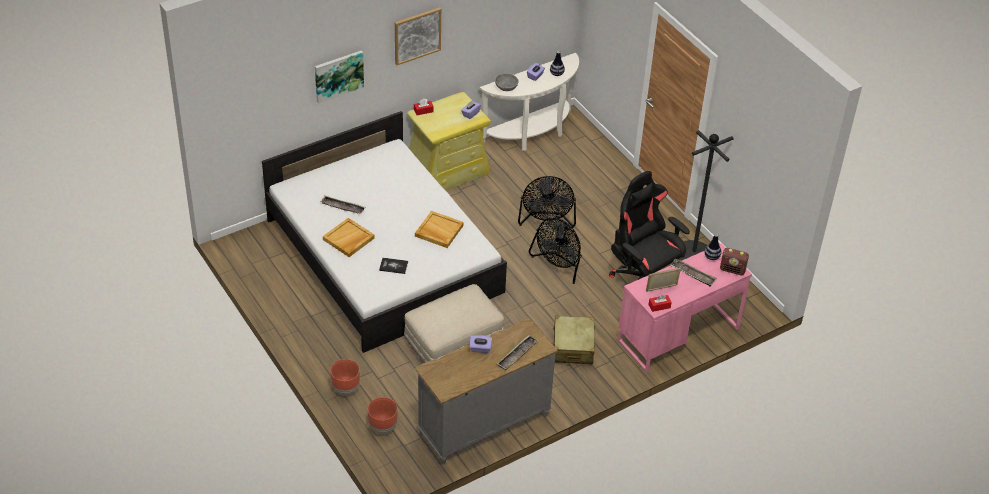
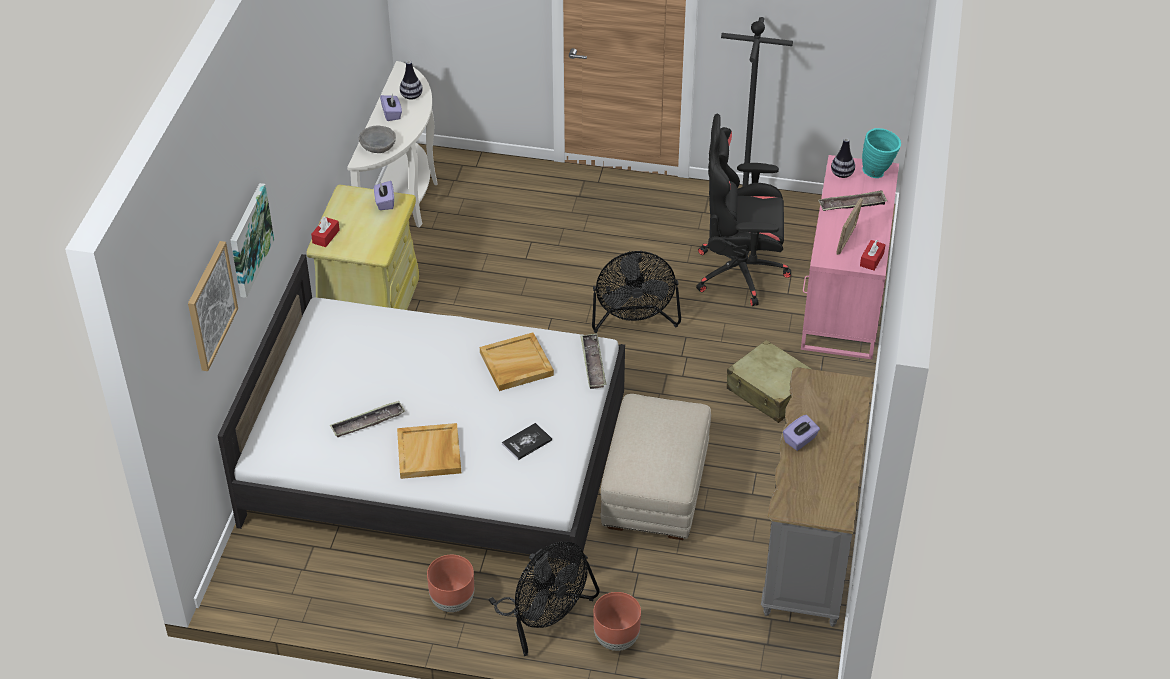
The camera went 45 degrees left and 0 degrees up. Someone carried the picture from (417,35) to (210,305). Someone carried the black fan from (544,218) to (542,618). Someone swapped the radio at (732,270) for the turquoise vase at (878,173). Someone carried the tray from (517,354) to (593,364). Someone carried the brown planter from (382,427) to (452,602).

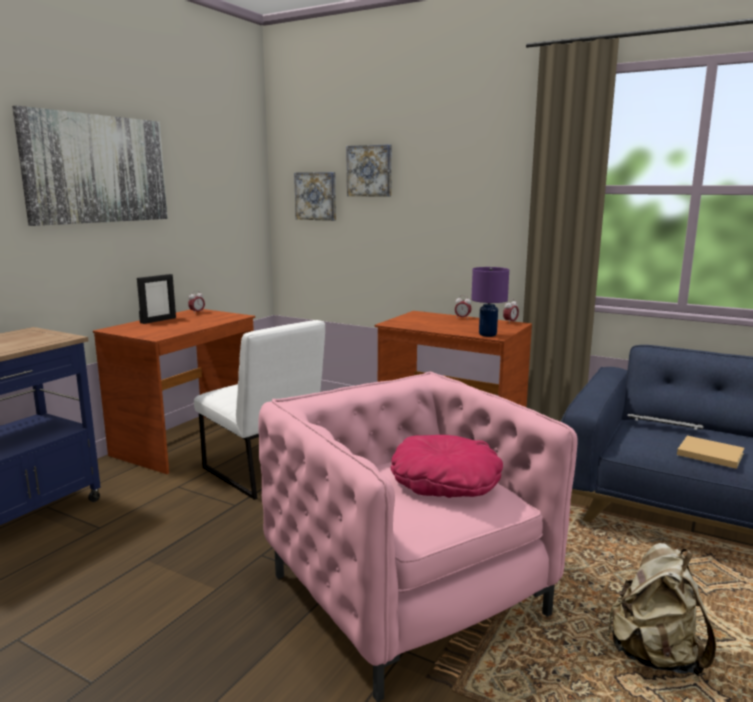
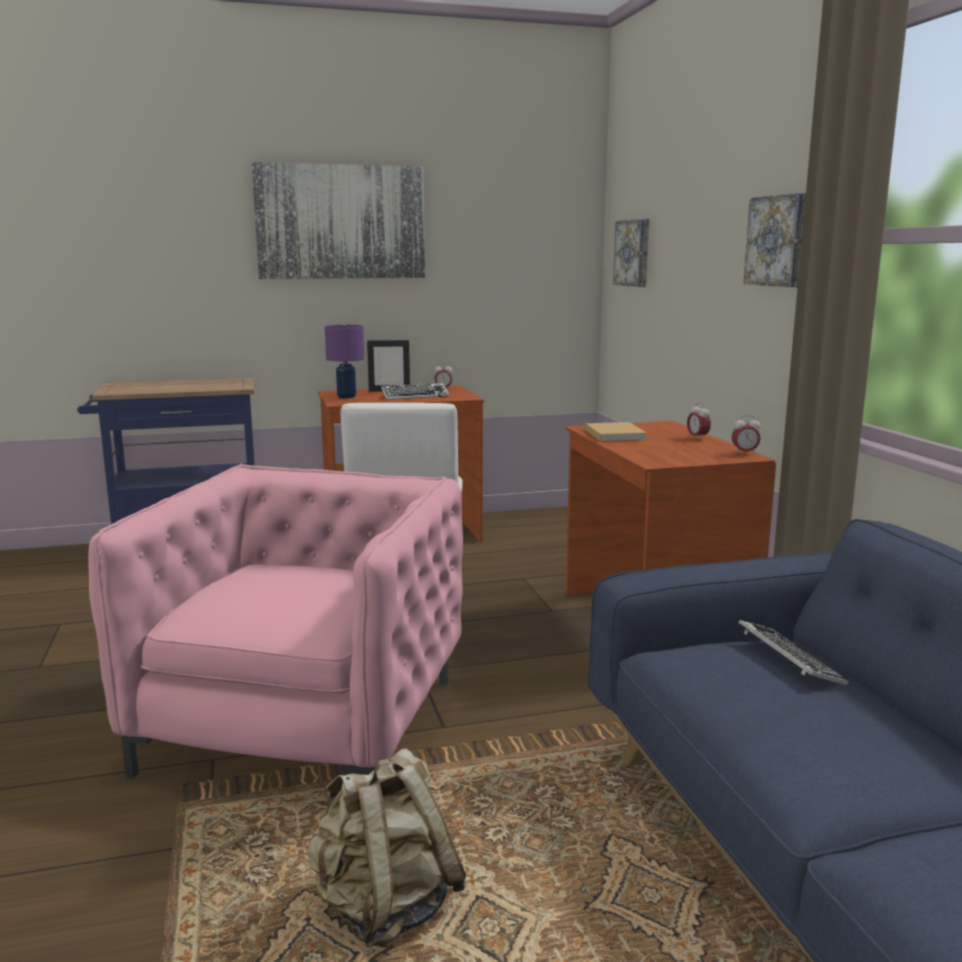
The camera went 45 degrees right and 0 degrees up. Someone carried the picture from (370,171) to (779,241). Someone carried the purple table lamp from (487,335) to (345,397). Someone took away the pink pillow at (446,481). Someone carried the beige book from (708,453) to (614,434). Someone put down the keyboard at (415,396).

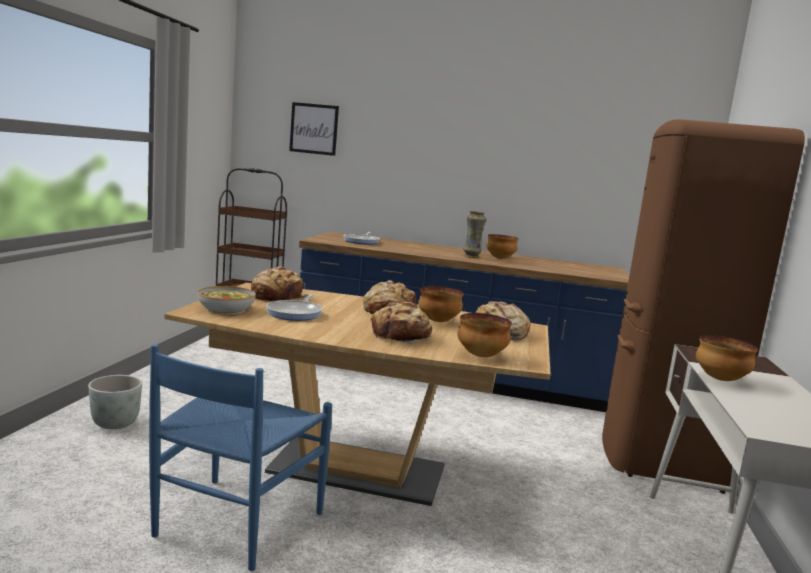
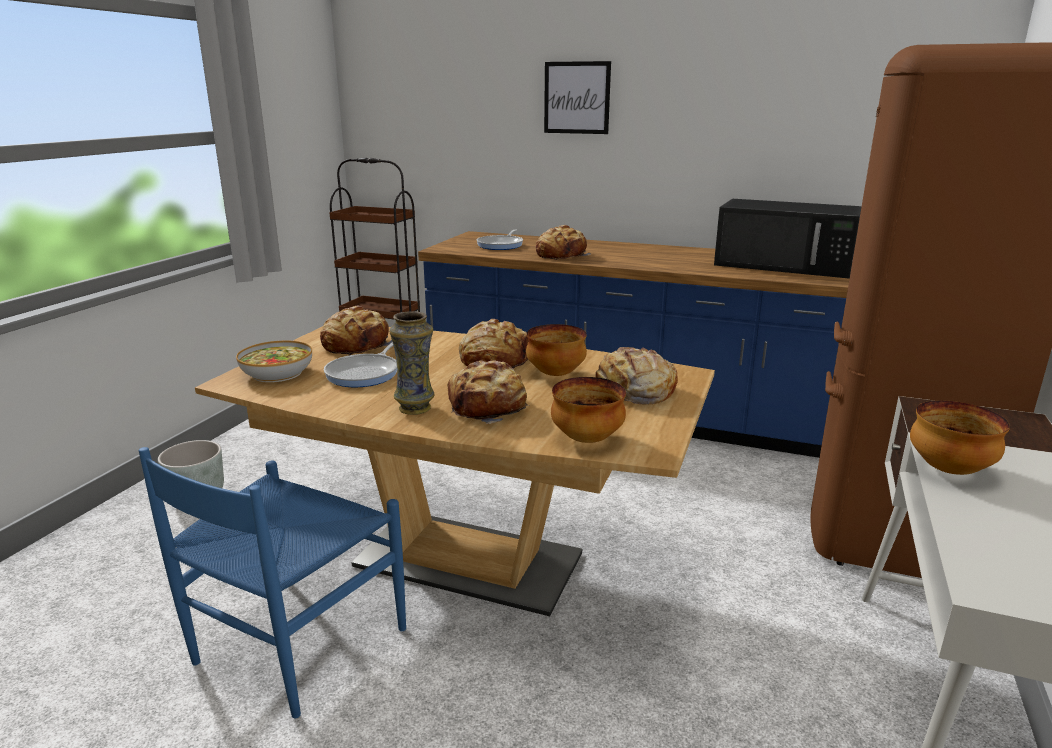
The camera went 10 degrees right and 10 degrees up. Someone carried the picture from (314,129) to (577,98). Someone carried the vase from (472,256) to (416,408). Someone took away the bowl at (499,258). Someone put down the black microwave at (786,264). Someone put down the bread at (562,255).

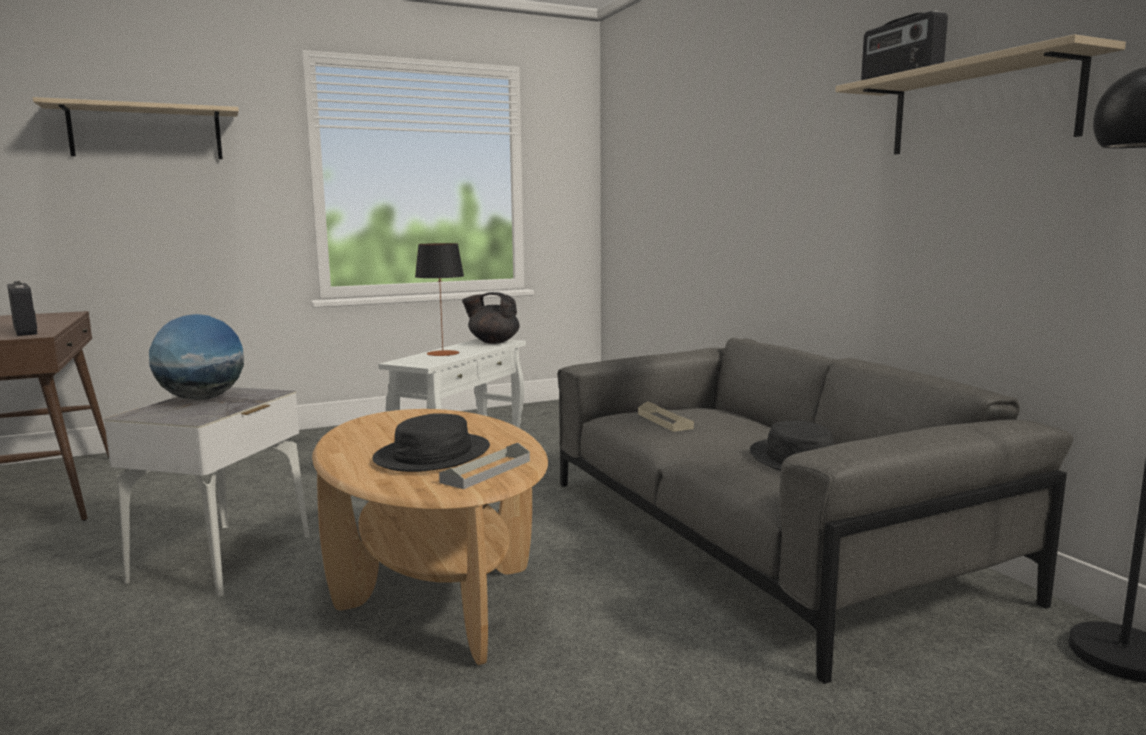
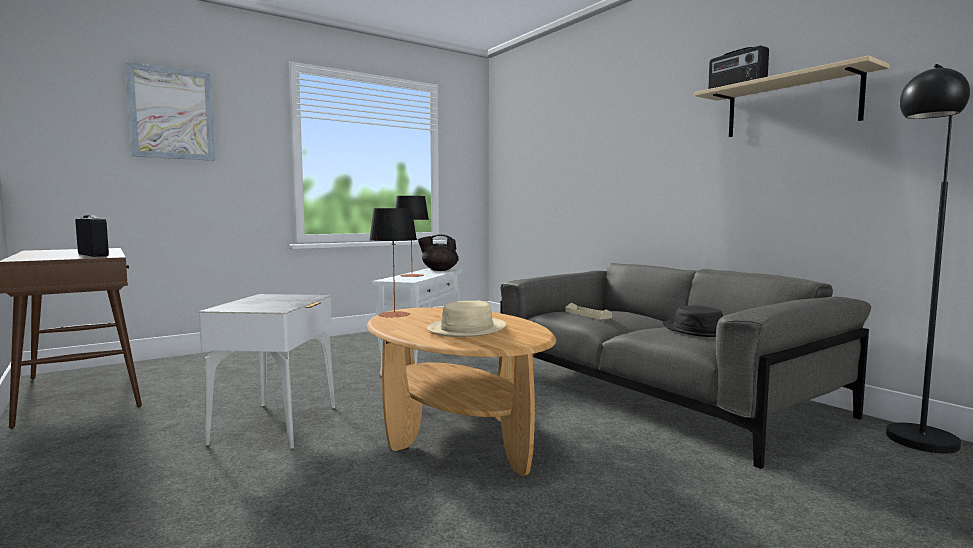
The camera went 10 degrees left and 5 degrees down. Someone swapped the beige shelf at (146,133) for the picture at (172,113). Someone took away the globe at (201,399). Someone repainted the black hat at (433,455), which became the beige hat at (467,329). Someone took away the grey tray at (486,471). Someone put down the table lamp at (394,314).

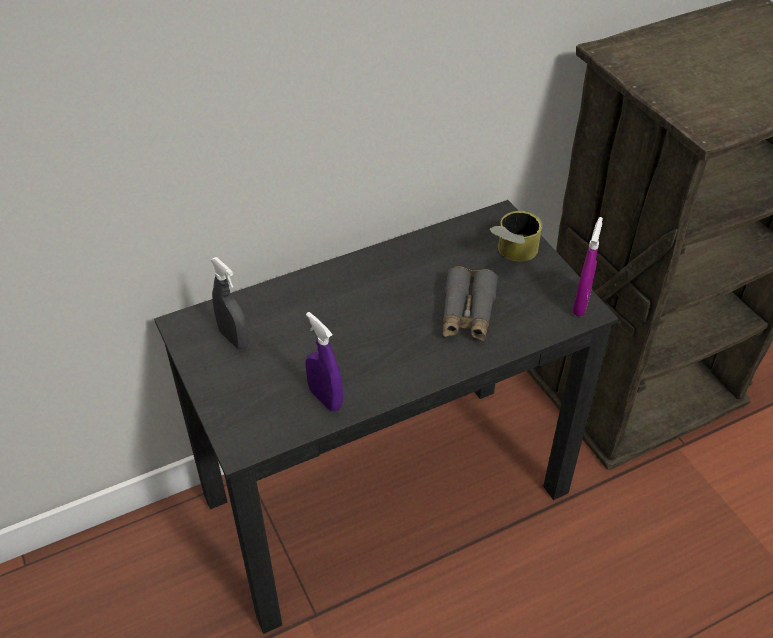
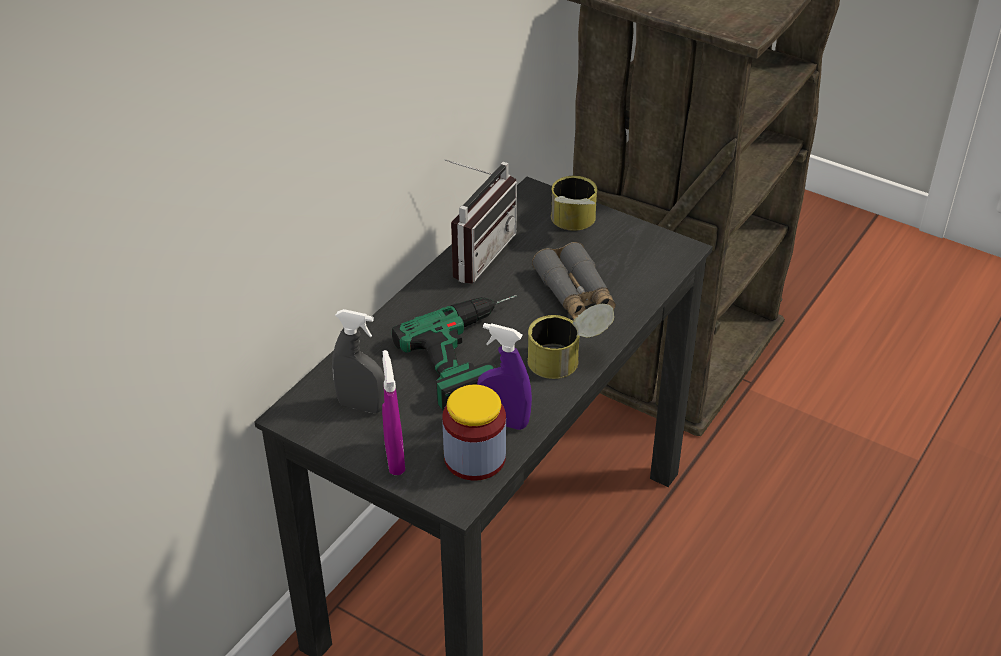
The camera went 30 degrees left and 5 degrees down. Someone carried the purple spray bottle from (581,304) to (395,459). Someone put down the radio at (475,253). Someone put down the power drill at (477,352). Someone put down the can at (569,360). Someone put down the jar at (475,458).

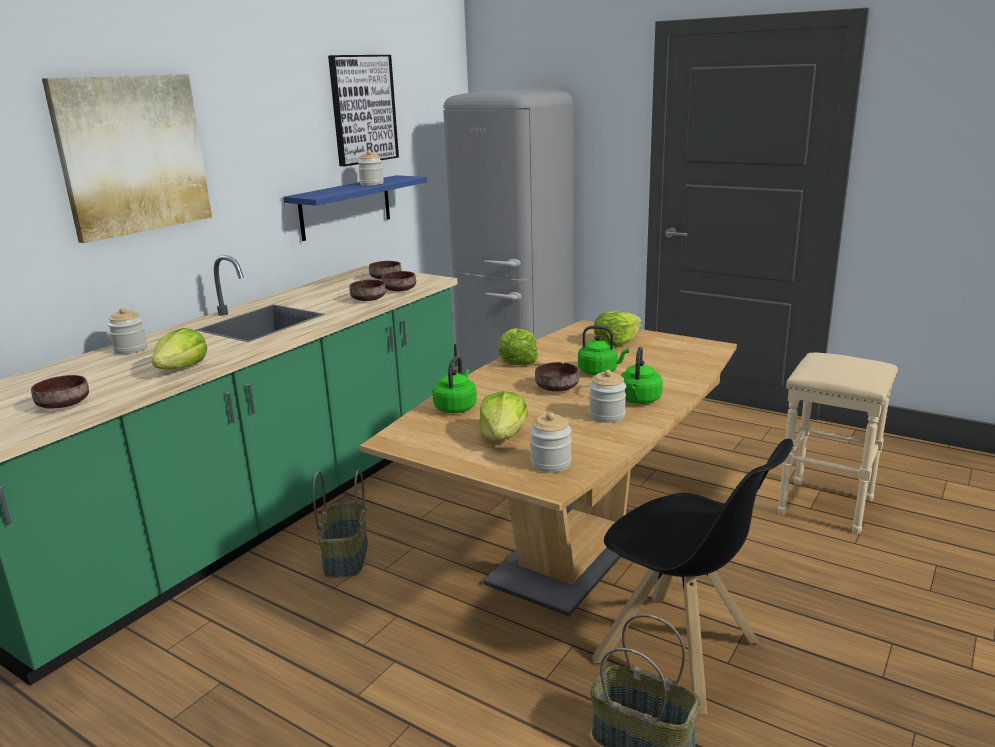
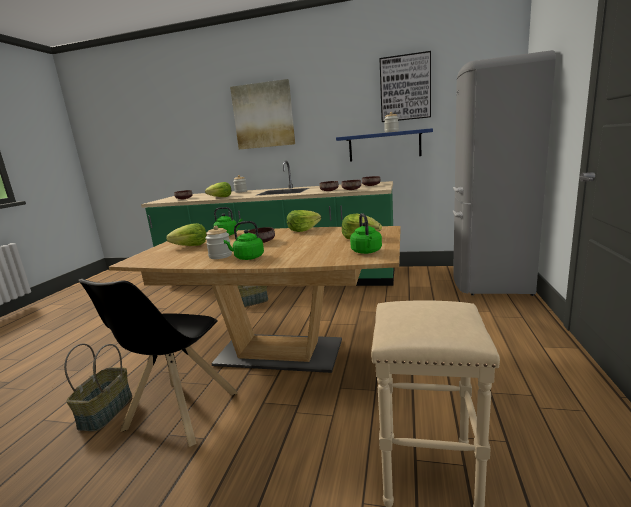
The camera went 70 degrees right and 5 degrees down. Someone carried the green kettle from (600,372) to (366,252). Someone took away the jar at (550,463).

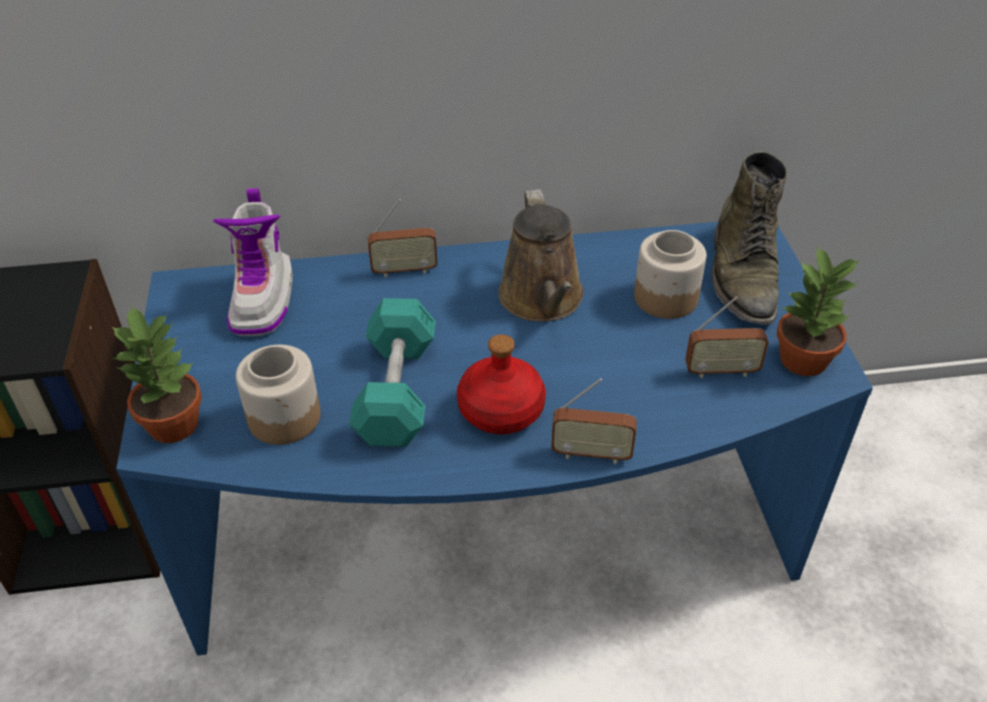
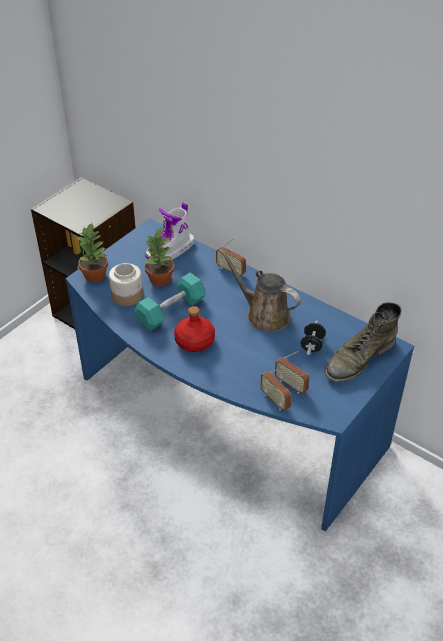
The camera went 45 degrees right and 0 degrees up. Someone rotated the brown watering can at (543,300) by 90 degrees clockwise. Someone swapped the jar at (664,298) for the black dumbbell at (312,345). Someone carried the potted plant from (803,361) to (159,279). Someone carried the radio from (591,454) to (275,400).

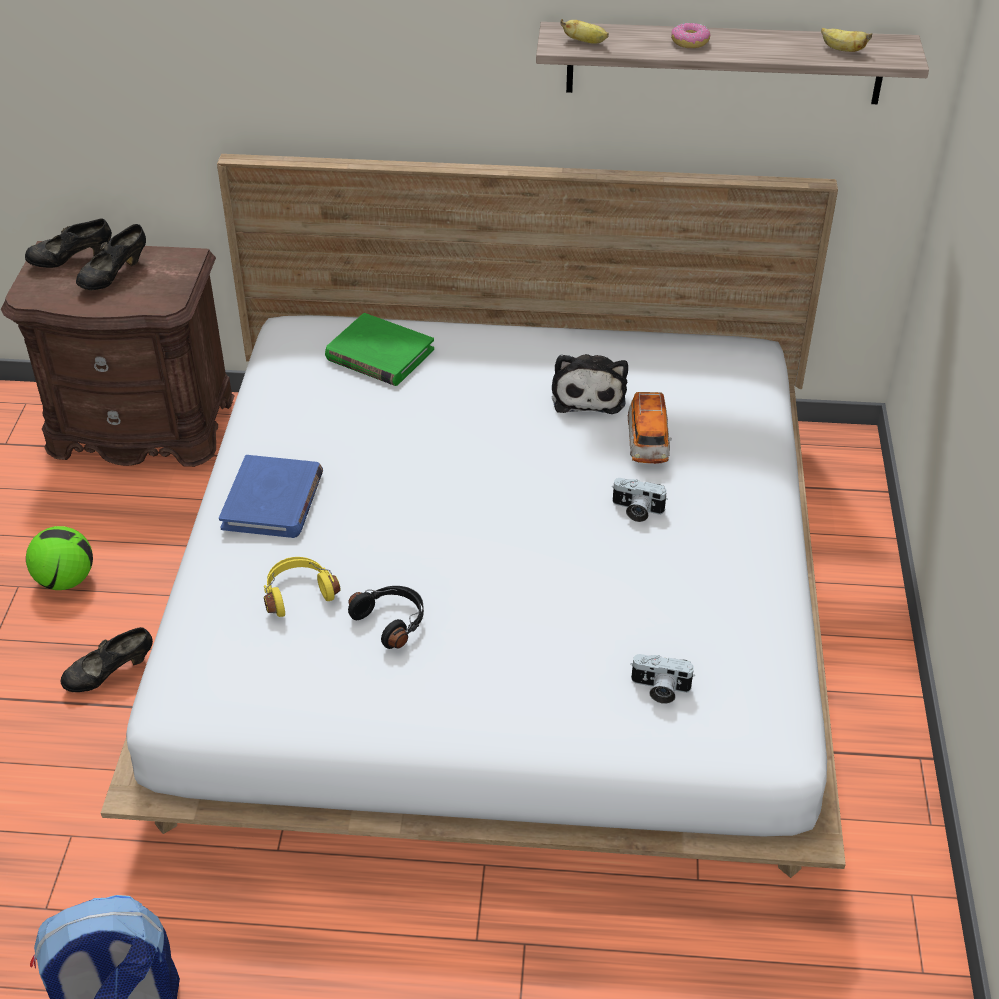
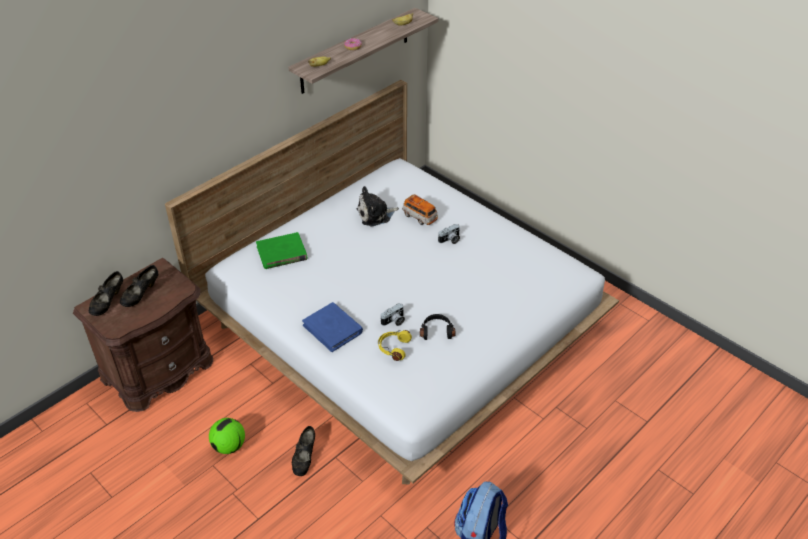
The camera went 50 degrees left and 0 degrees up. Someone rotated the black shoe at (114,276) by 45 degrees clockwise. Someone rotated the plush toy at (588,394) by 120 degrees clockwise. Someone carried the photo camera from (659,689) to (394,321).

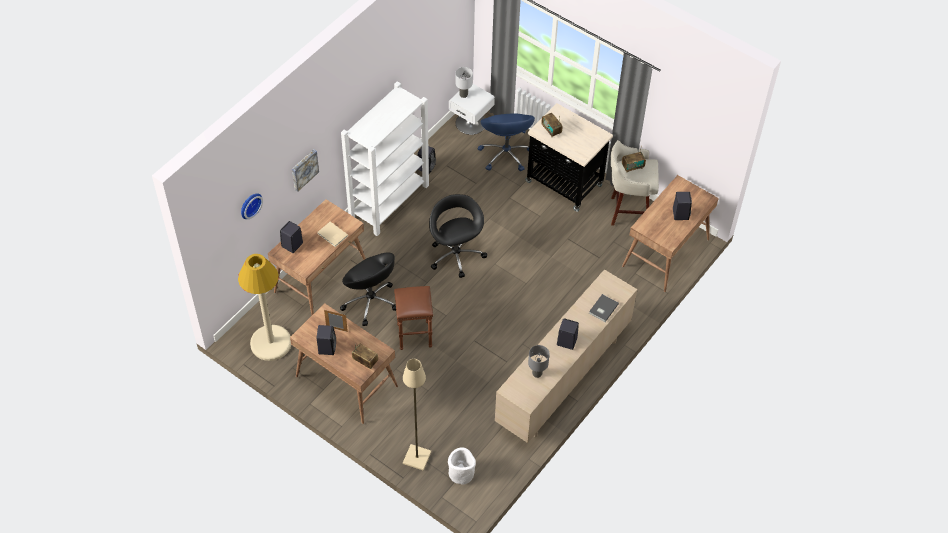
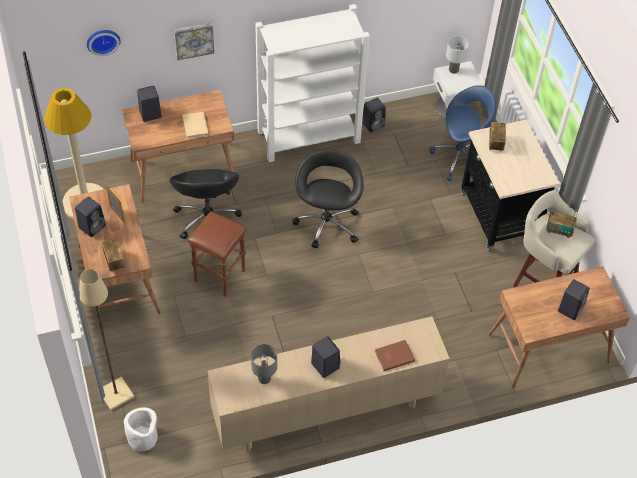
The camera went 35 degrees right and 0 degrees up. Someone rotated the blue office chair at (505,156) by 120 degrees counterclockwise. Someone repainted the grey book at (602,308), which became the brown book at (393,355).

